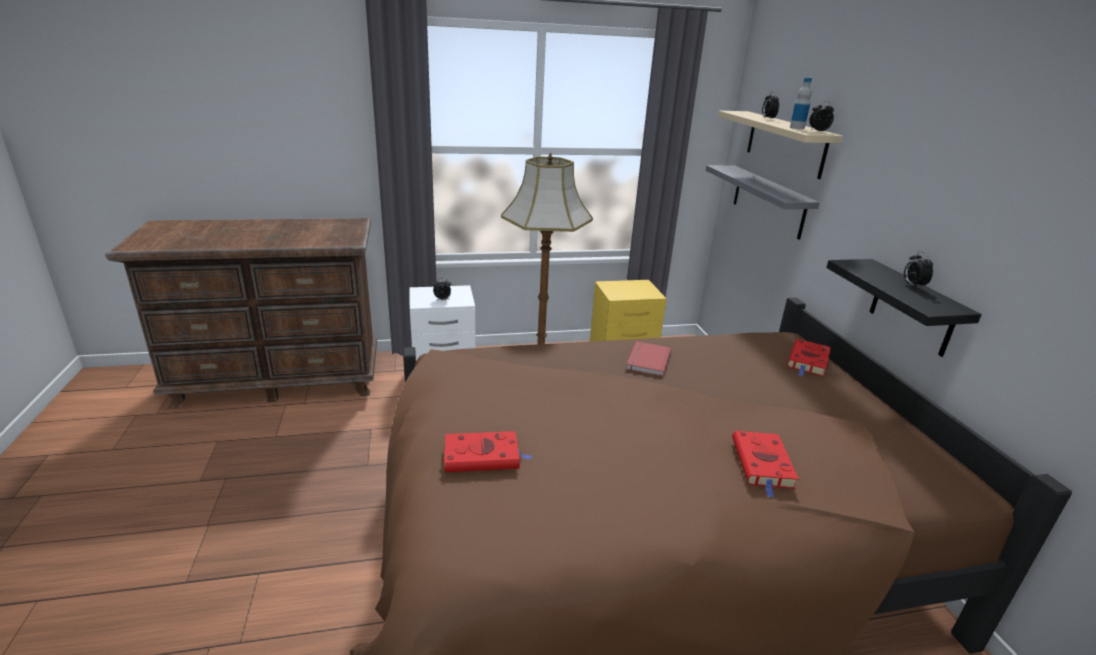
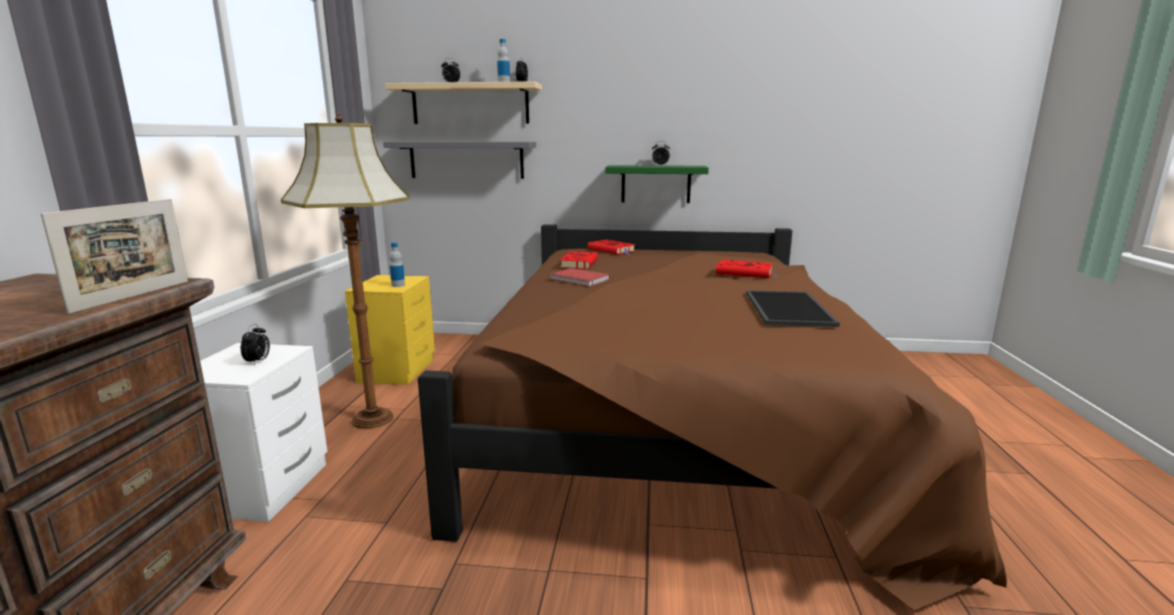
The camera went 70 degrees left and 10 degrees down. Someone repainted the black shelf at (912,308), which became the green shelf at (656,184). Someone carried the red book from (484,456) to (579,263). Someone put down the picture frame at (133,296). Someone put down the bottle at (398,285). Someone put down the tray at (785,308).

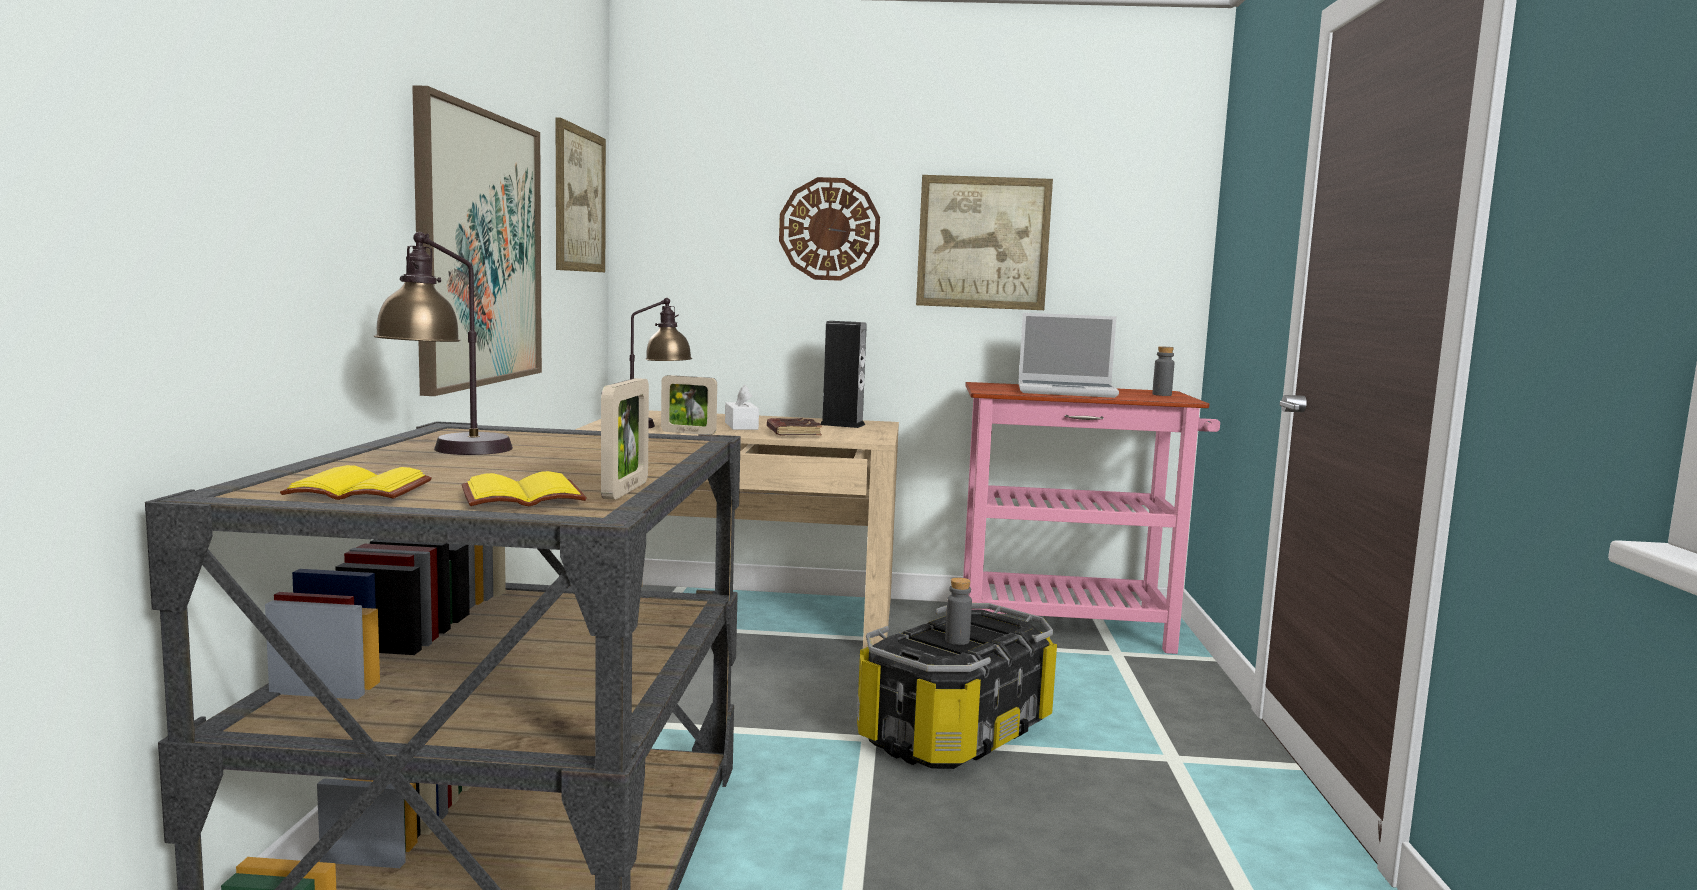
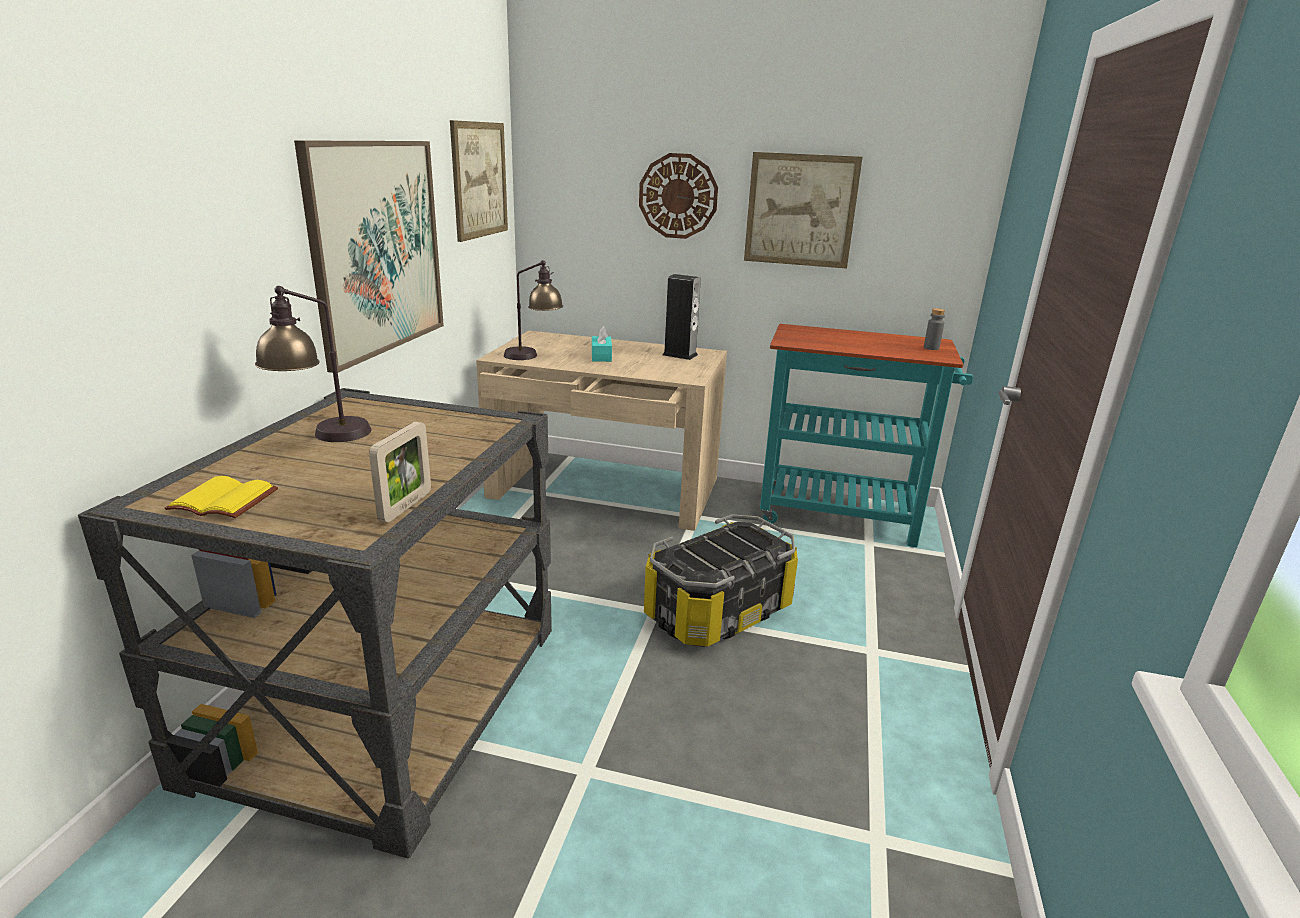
The camera went 10 degrees right and 15 degrees up. Someone took away the laptop at (1067,392). Someone took away the picture frame at (688,433). Someone repainted the pink cart at (1068,629), which became the turquoise cart at (840,516). Someone repainted the white tissue box at (741,426), which became the turquoise tissue box at (601,356). Someone took away the brown book at (792,432). Someone took away the yellow book at (521,497). Someone took away the grey bottle at (957,641).

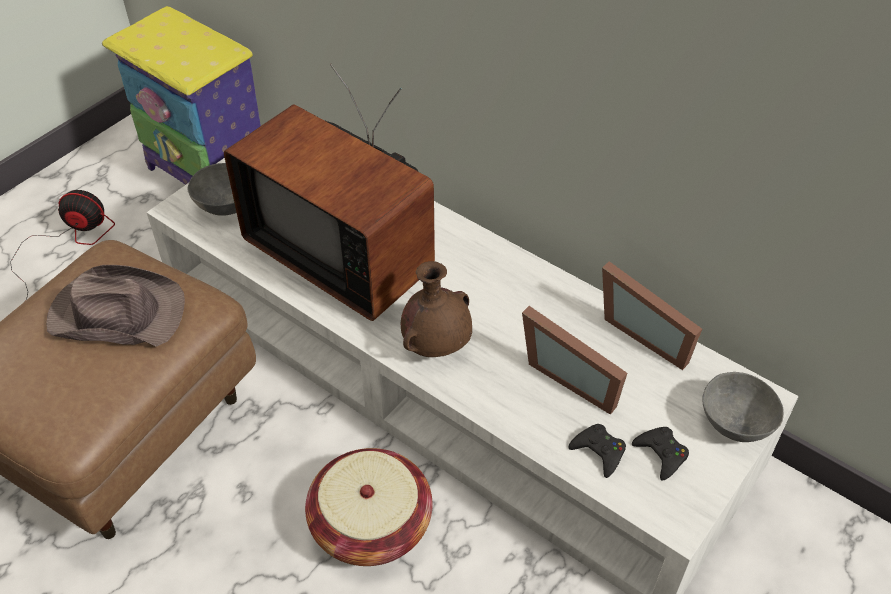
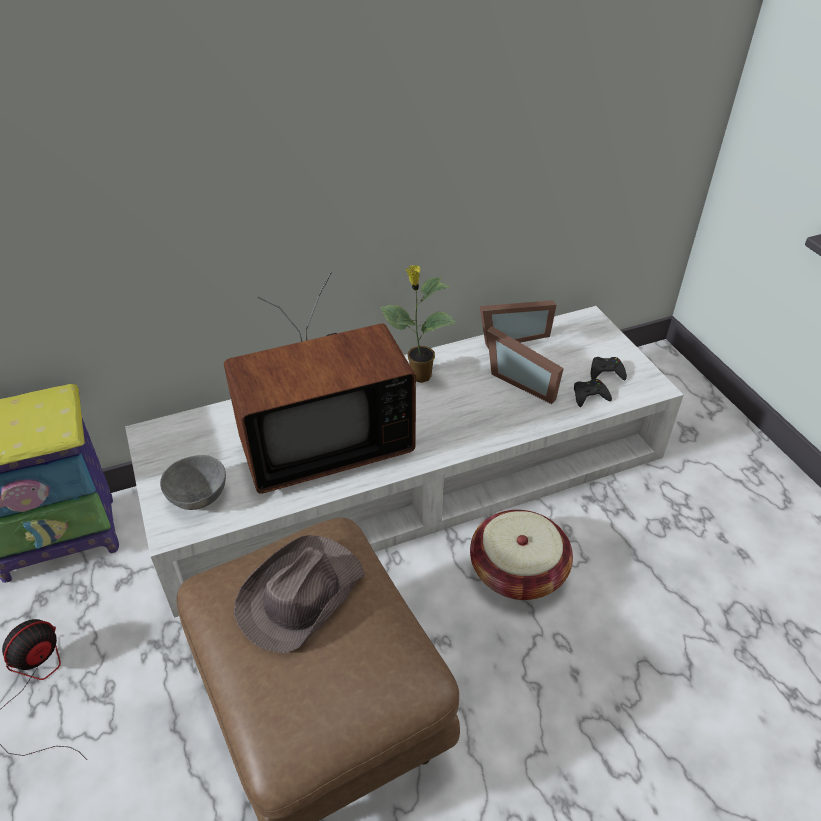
The camera went 60 degrees left and 5 degrees down. Someone took away the brown vase at (437,345). Someone rotated the picture frame at (573,375) by 60 degrees clockwise. Someone took away the grey bowl at (735,425). Someone put down the potted plant at (419,376).

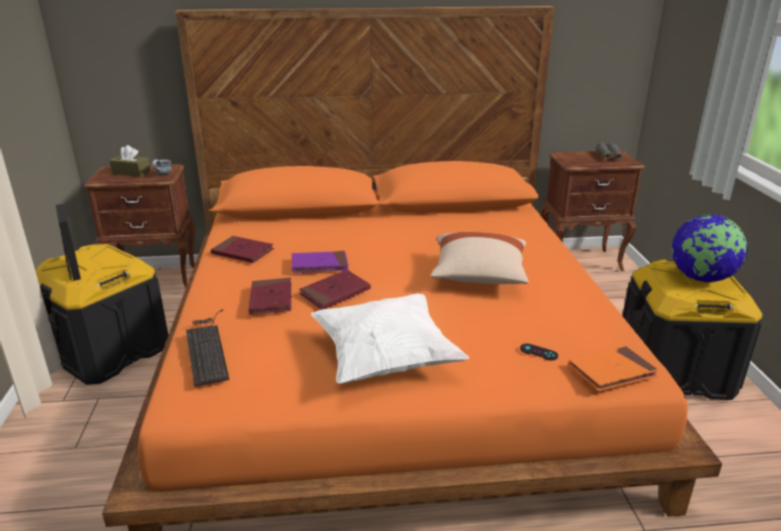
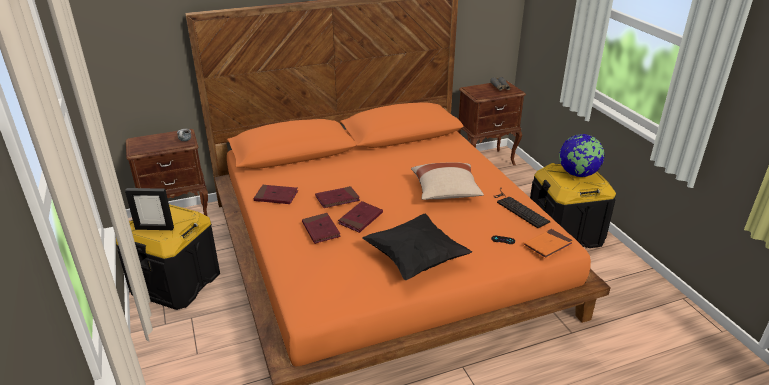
The camera went 15 degrees left and 5 degrees up. Someone took away the brown tissue box at (131,172). Someone rotated the picture frame at (73,269) by 135 degrees clockwise. Someone repainted the purple book at (319,265), which became the red book at (337,199). Someone repainted the white pillow at (385,359), which became the black pillow at (415,259). Someone carried the keyboard from (207,347) to (518,208).

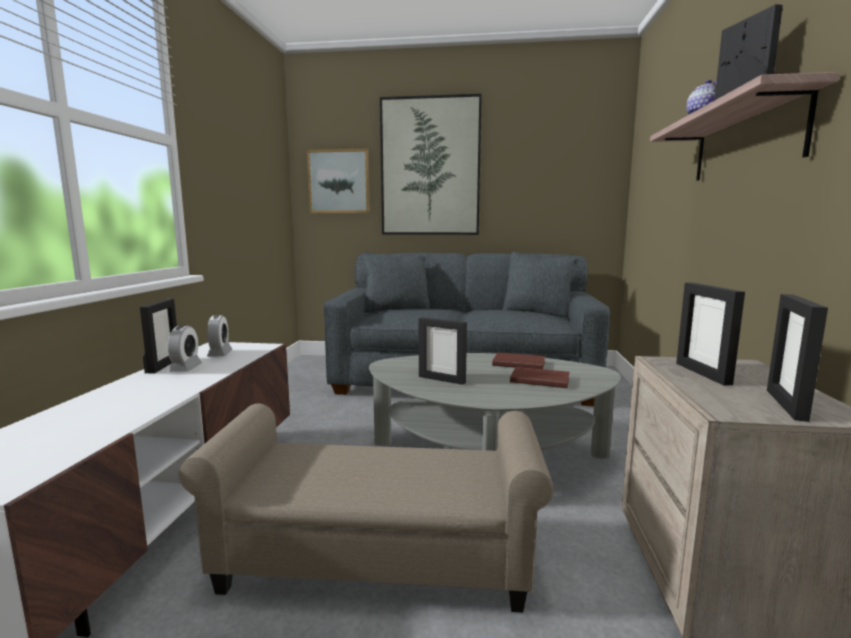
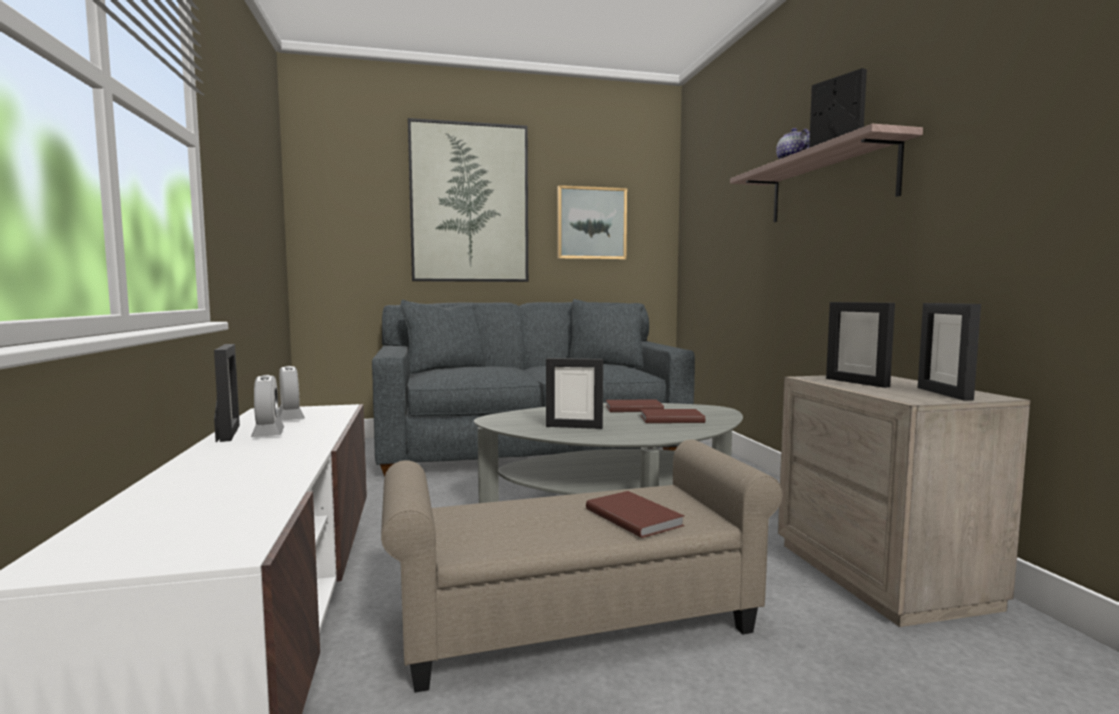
The camera went 20 degrees left and 5 degrees down. Someone carried the picture from (339,181) to (591,223). Someone put down the brown book at (634,516).

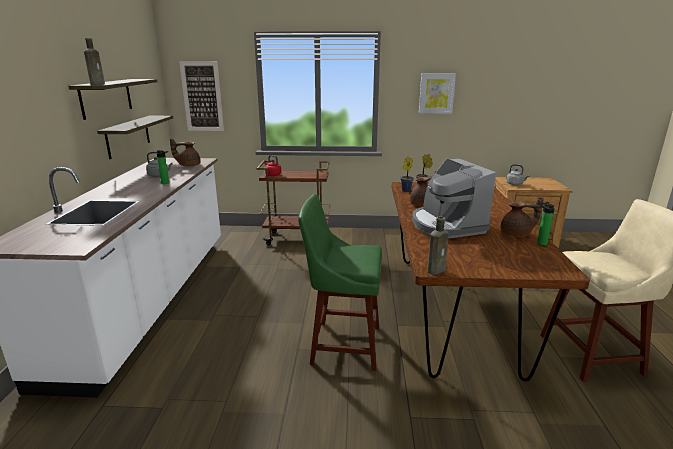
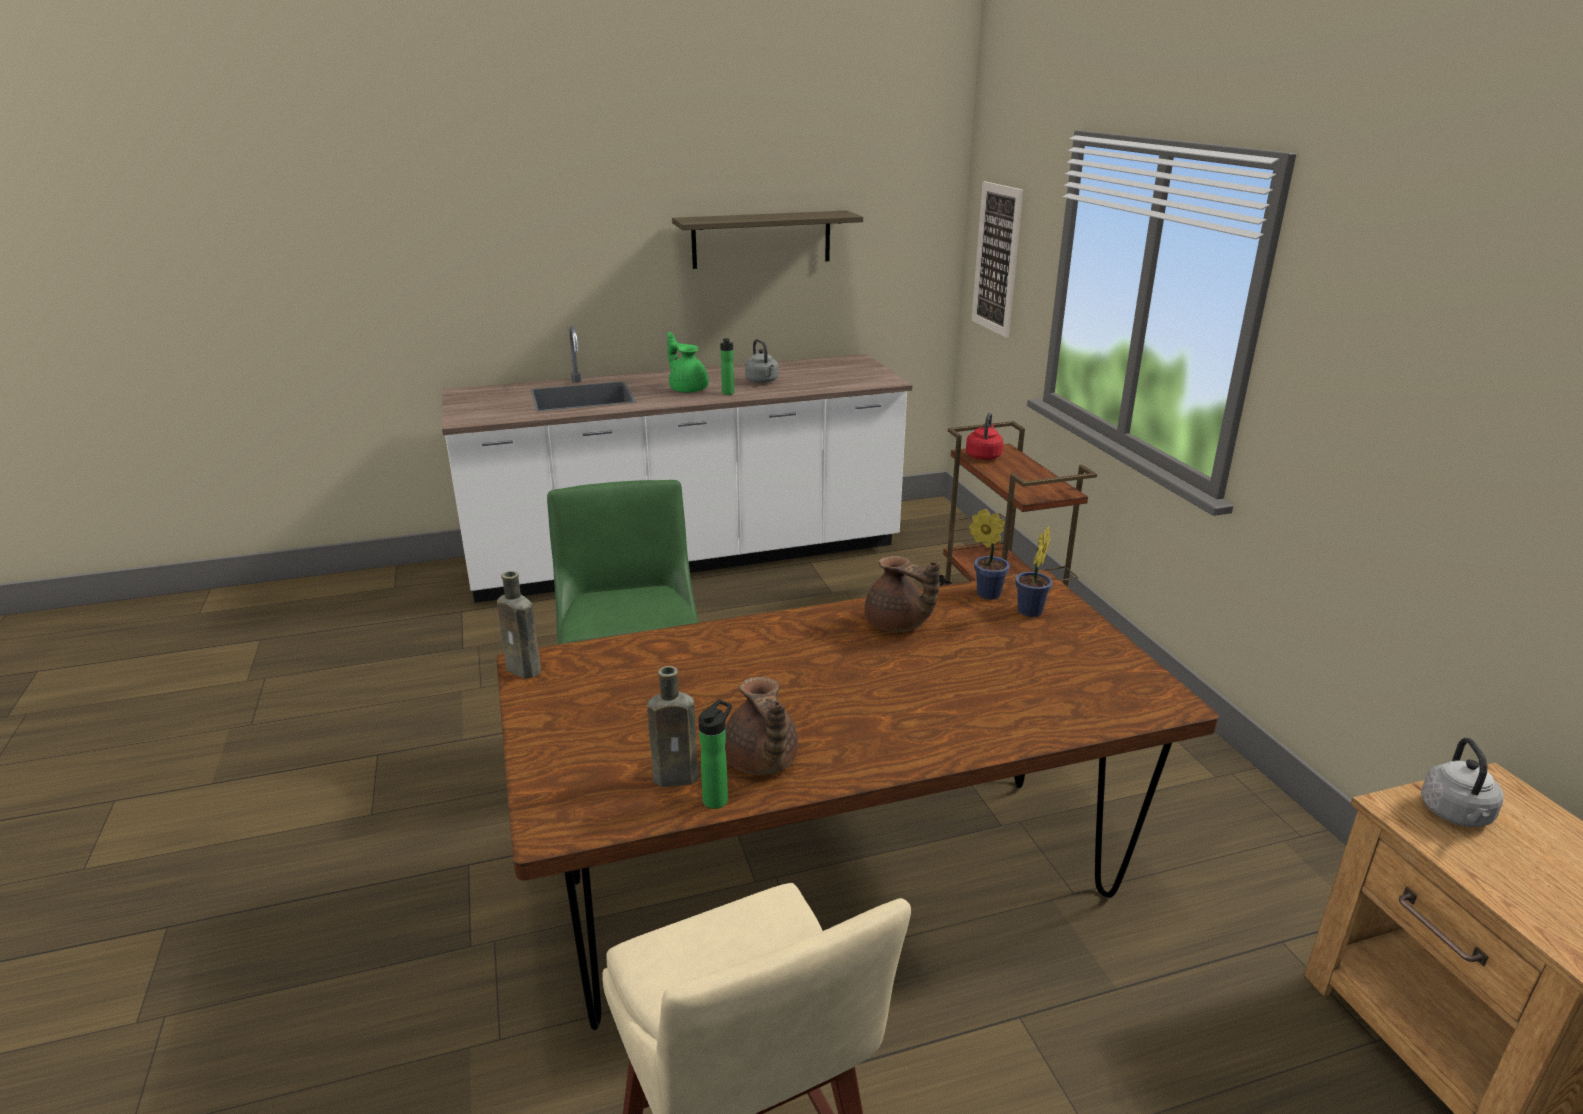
The camera went 70 degrees right and 5 degrees up. Someone carried the brown bottle from (98,83) to (679,777). Someone took away the picture at (436,93). Someone took away the shelf at (128,136). Someone took away the brown teapot at (188,165). Someone took away the coffee machine at (446,225). Someone put down the green teapot at (688,389).

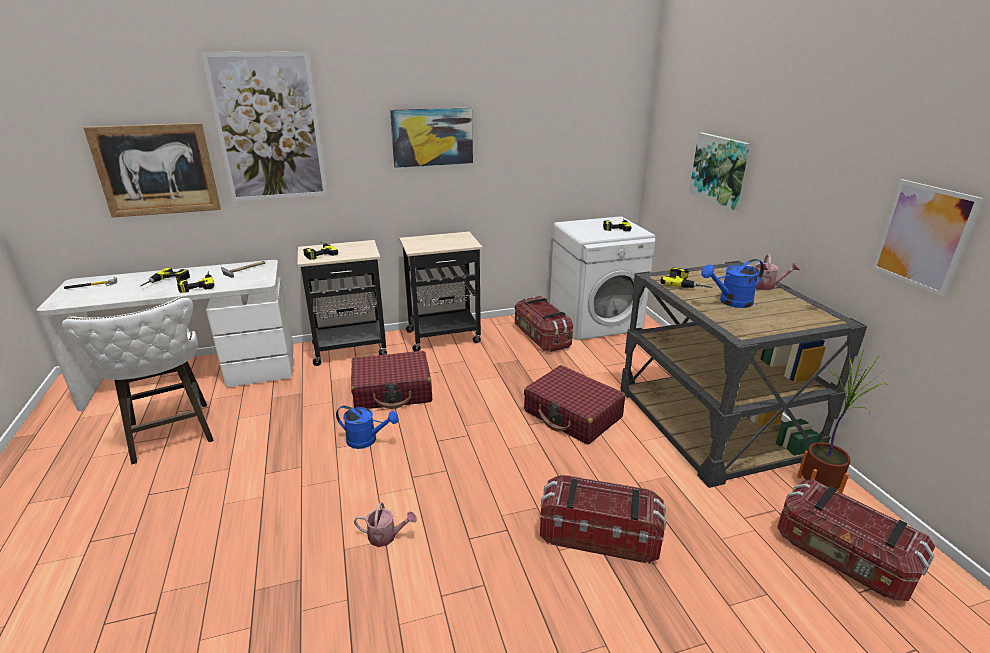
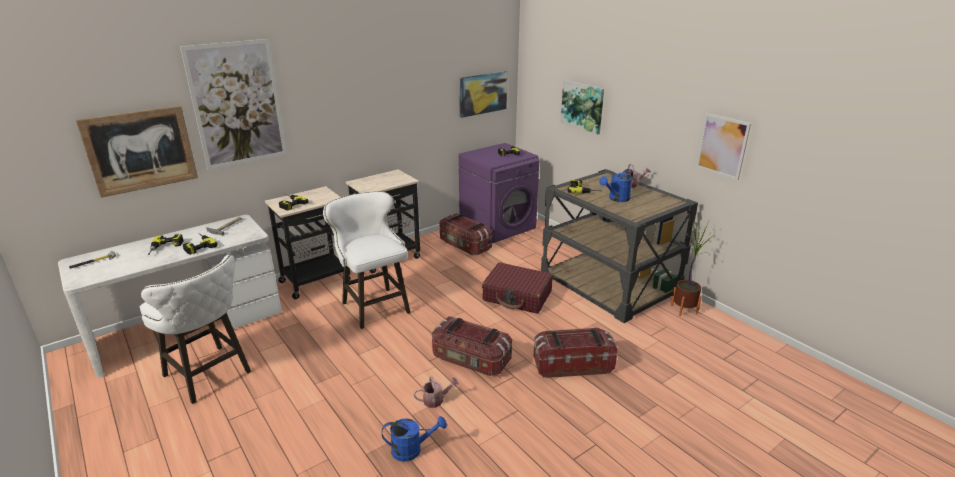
The camera went 20 degrees left and 0 degrees up. Someone carried the picture from (432,137) to (482,93). Someone repainted the white washing machine at (597,321), which became the purple washing machine at (499,226). Someone swapped the red suitcase at (392,391) for the white stool at (374,306). Someone carried the blue watering can from (367,440) to (412,449). Someone carried the storage box from (842,558) to (470,360).

